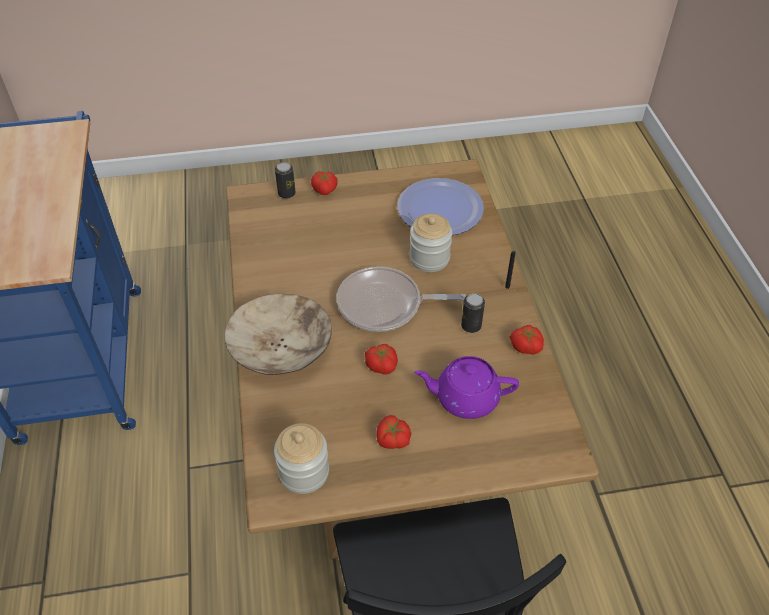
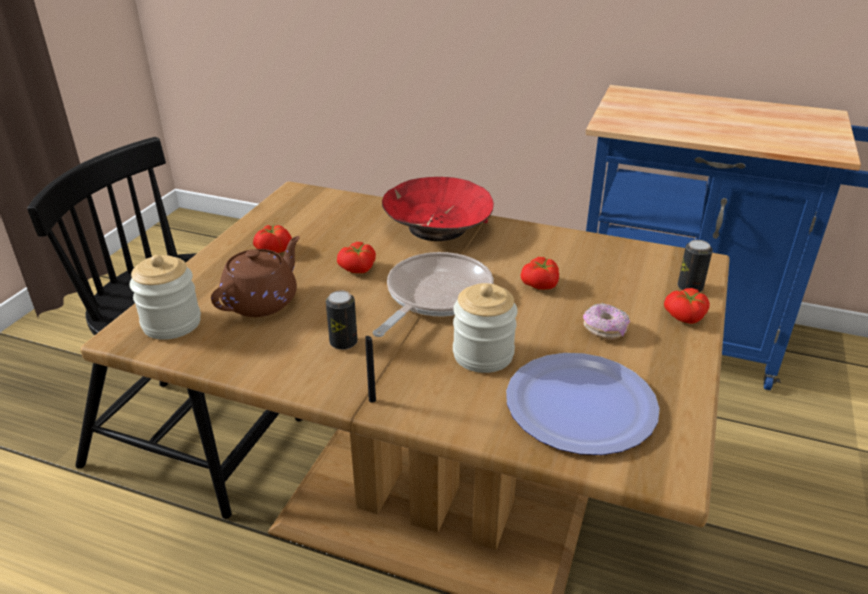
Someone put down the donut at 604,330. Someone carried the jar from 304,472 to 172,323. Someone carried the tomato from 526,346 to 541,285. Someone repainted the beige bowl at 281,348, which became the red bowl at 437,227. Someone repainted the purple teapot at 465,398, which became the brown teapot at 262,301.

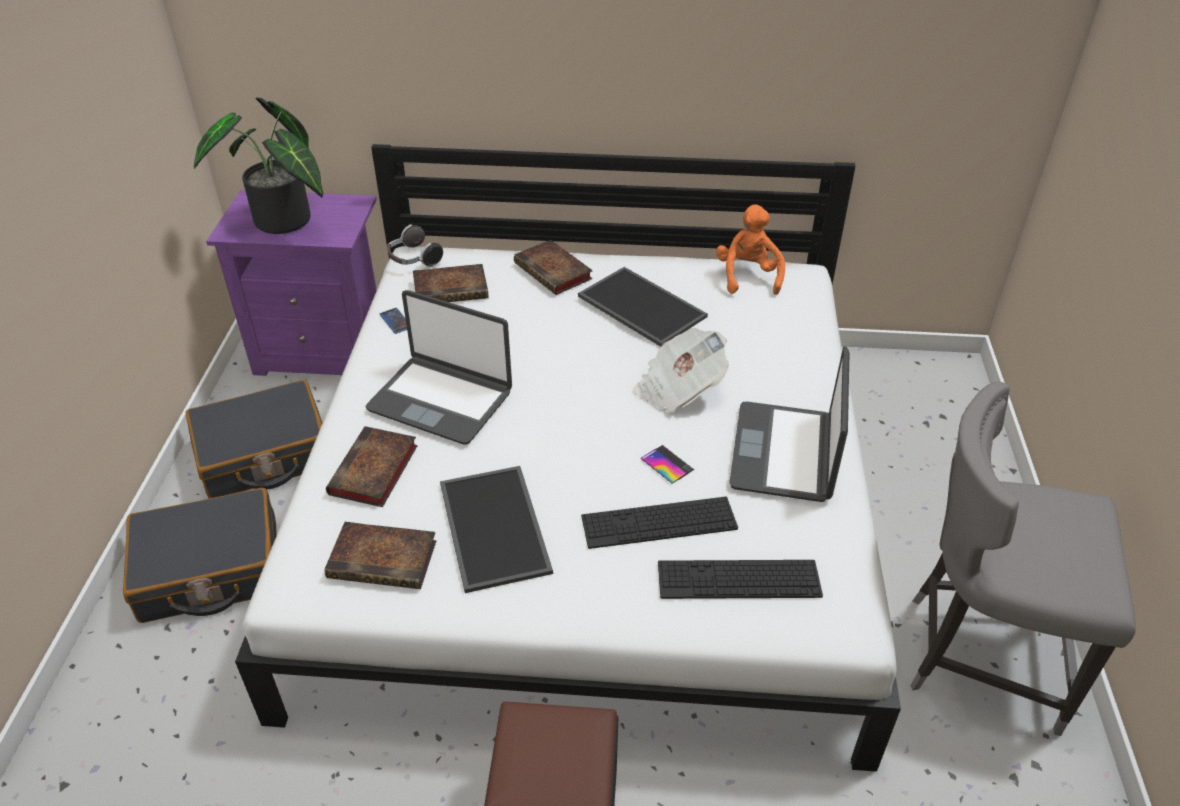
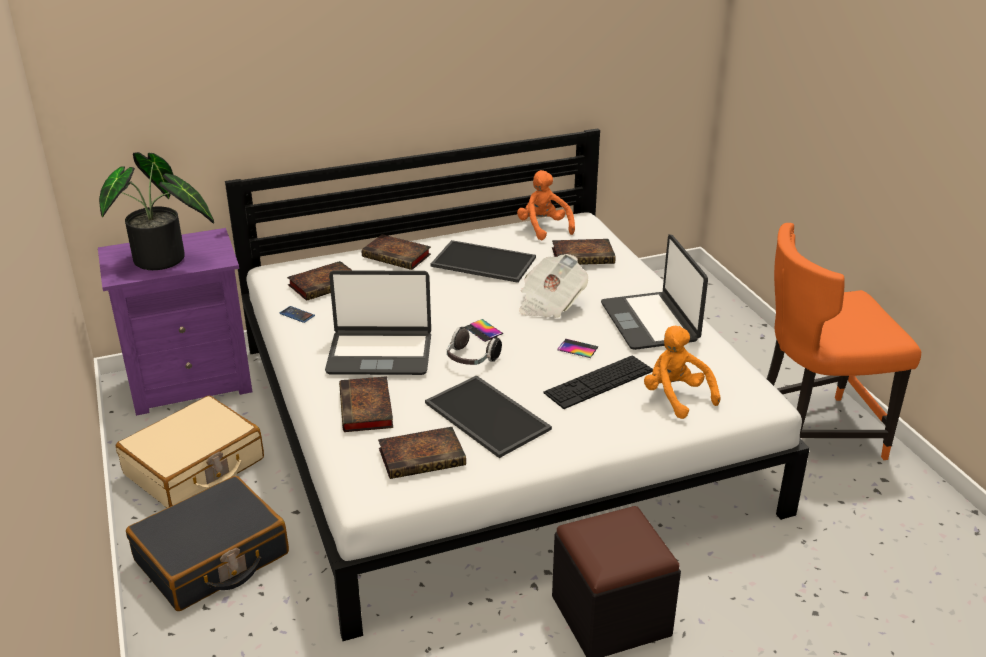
Someone put down the phone at 483,330. Someone put down the book at 584,256. Someone carried the headphones from 413,259 to 471,360. Someone swapped the keyboard at 738,579 for the orange plush toy at 676,397. Someone repainted the black suitcase at 264,455, which became the beige suitcase at 194,467. Someone repainted the grey chair at 979,655, which became the orange chair at 813,433.

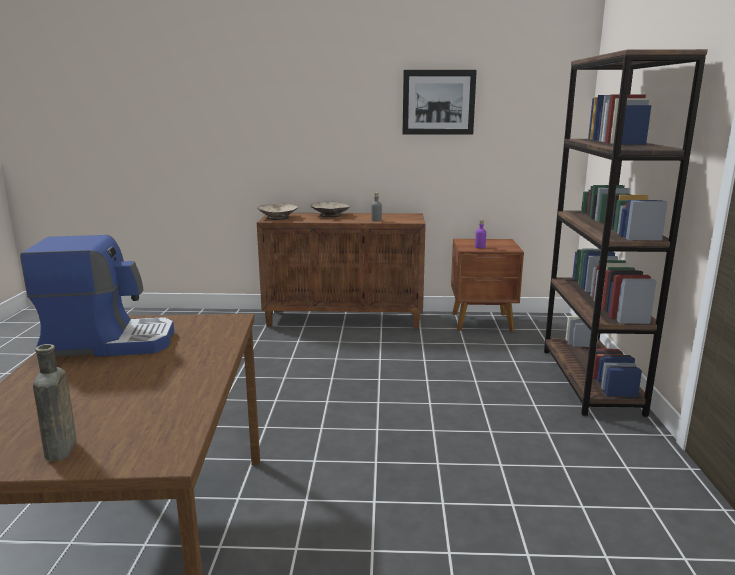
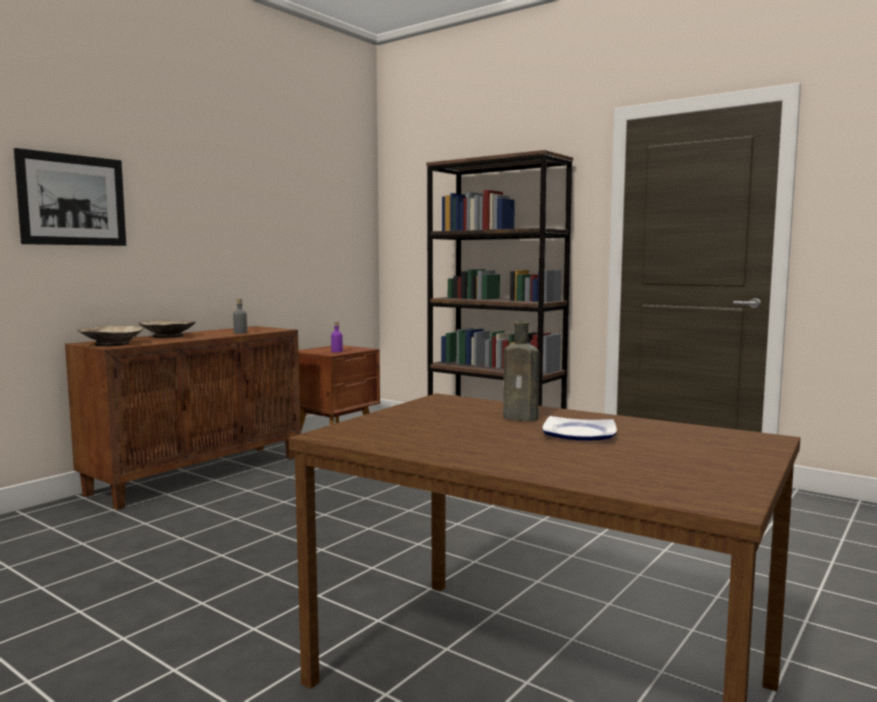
Someone took away the coffee machine at 110,342. Someone put down the plate at 580,434. Someone carried the brown bottle from 60,451 to 523,418. Someone carried the picture from 438,102 to 72,200.

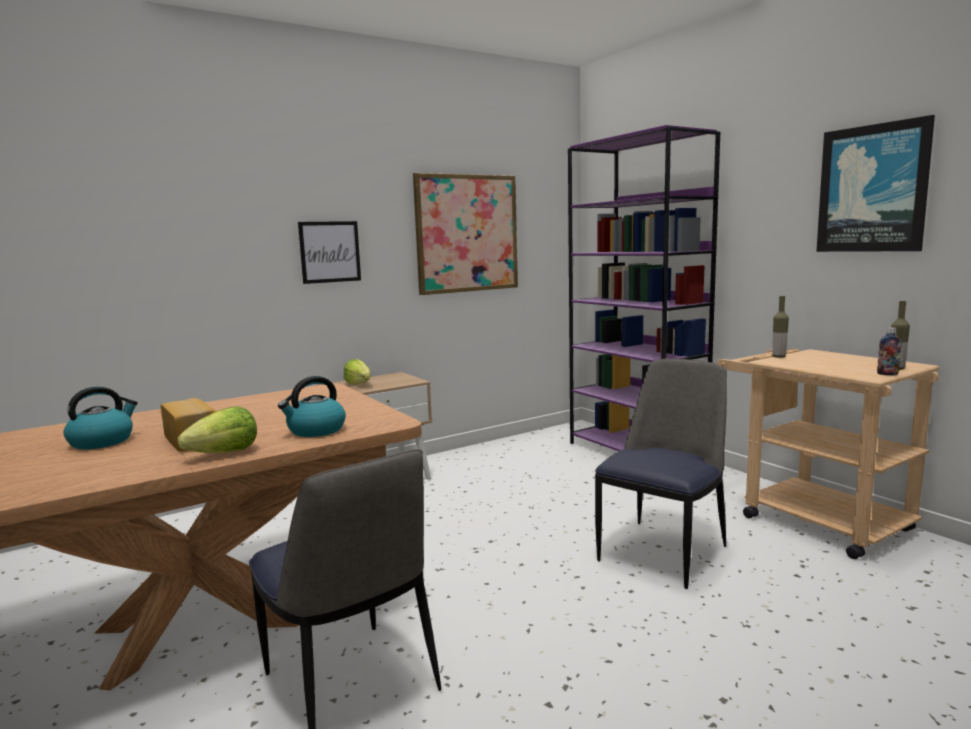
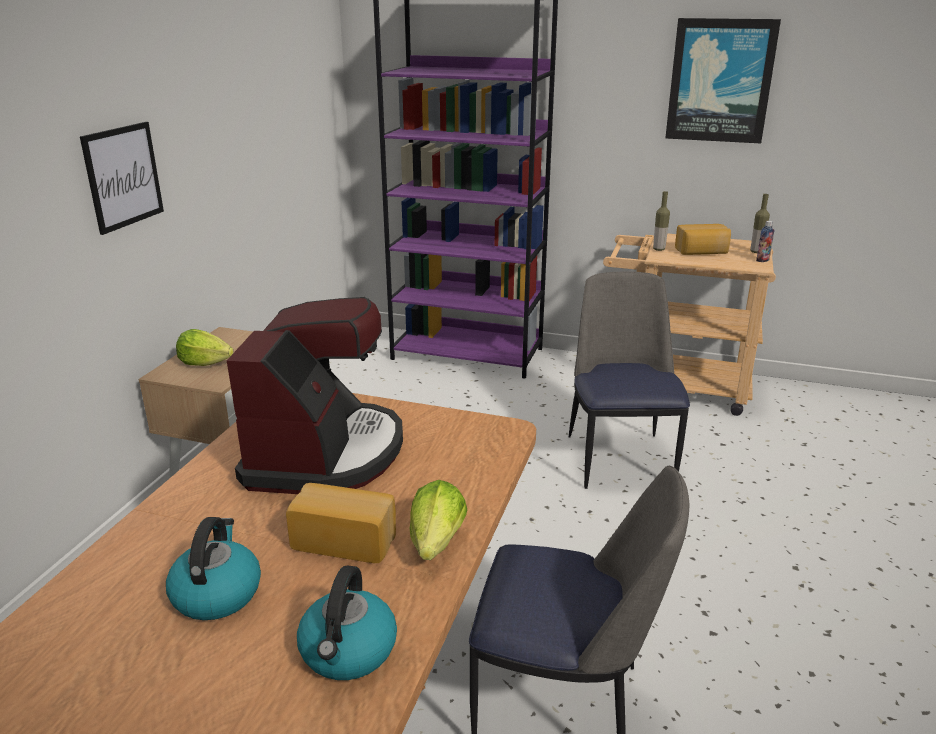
Someone took away the picture at 467,233. Someone put down the coffee machine at 325,453. Someone put down the bread at 702,252. Someone carried the kettle from 316,430 to 348,652.

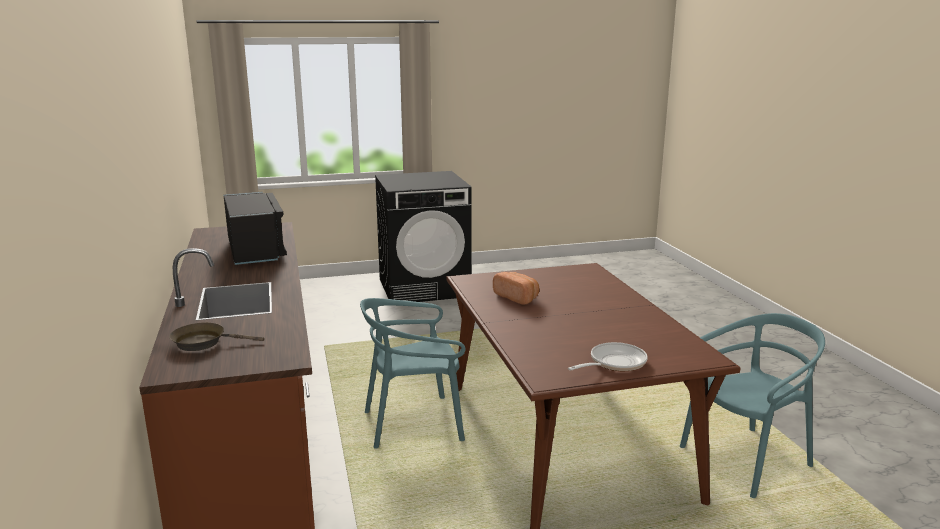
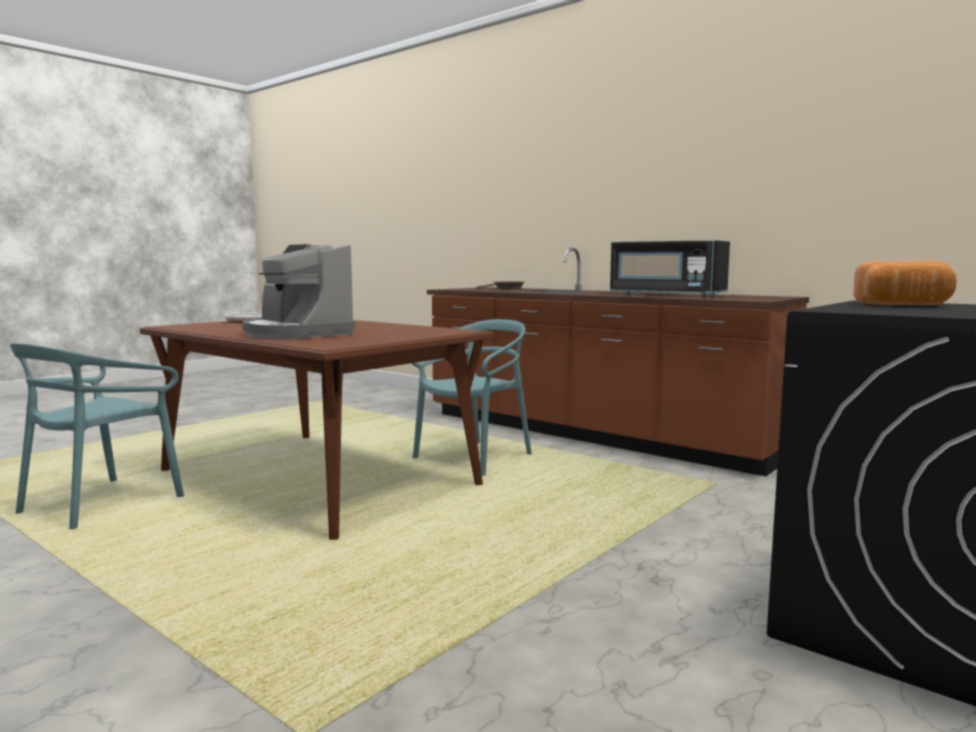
Someone put down the coffee machine at 296,334. Someone carried the bread from 517,297 to 904,305.

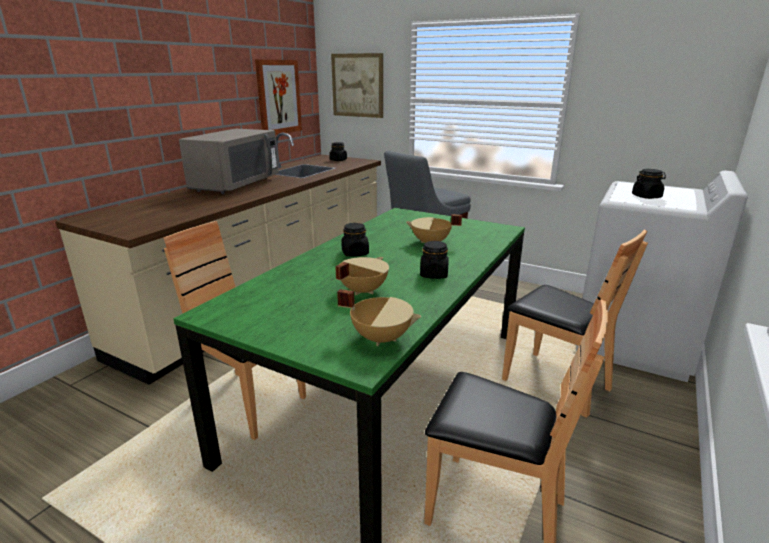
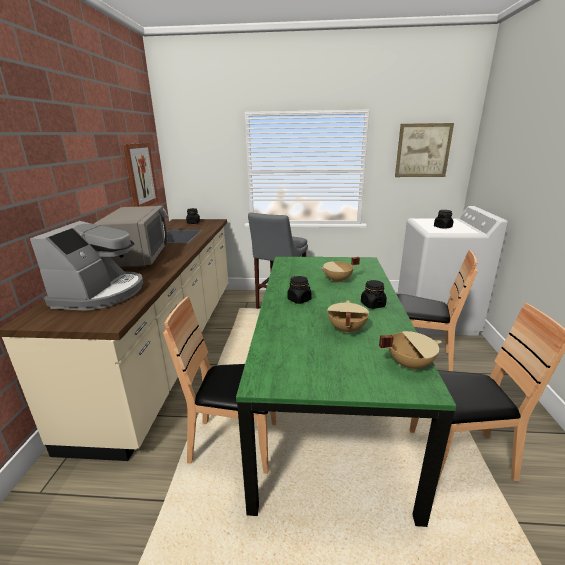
Someone put down the coffee machine at 101,293. Someone carried the picture from 357,85 to 423,150.

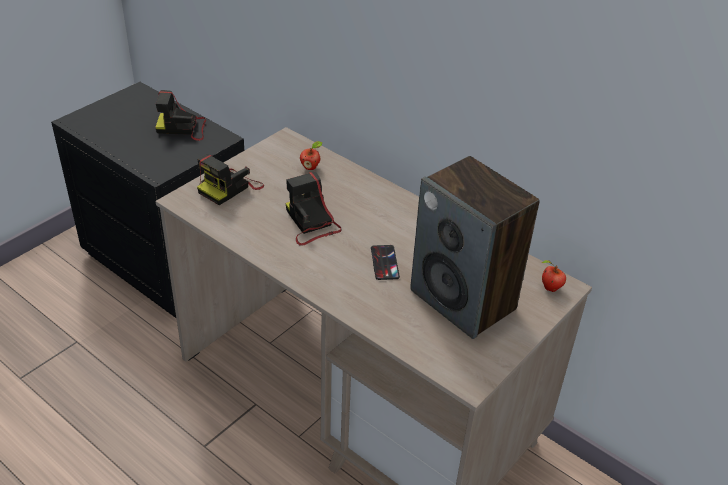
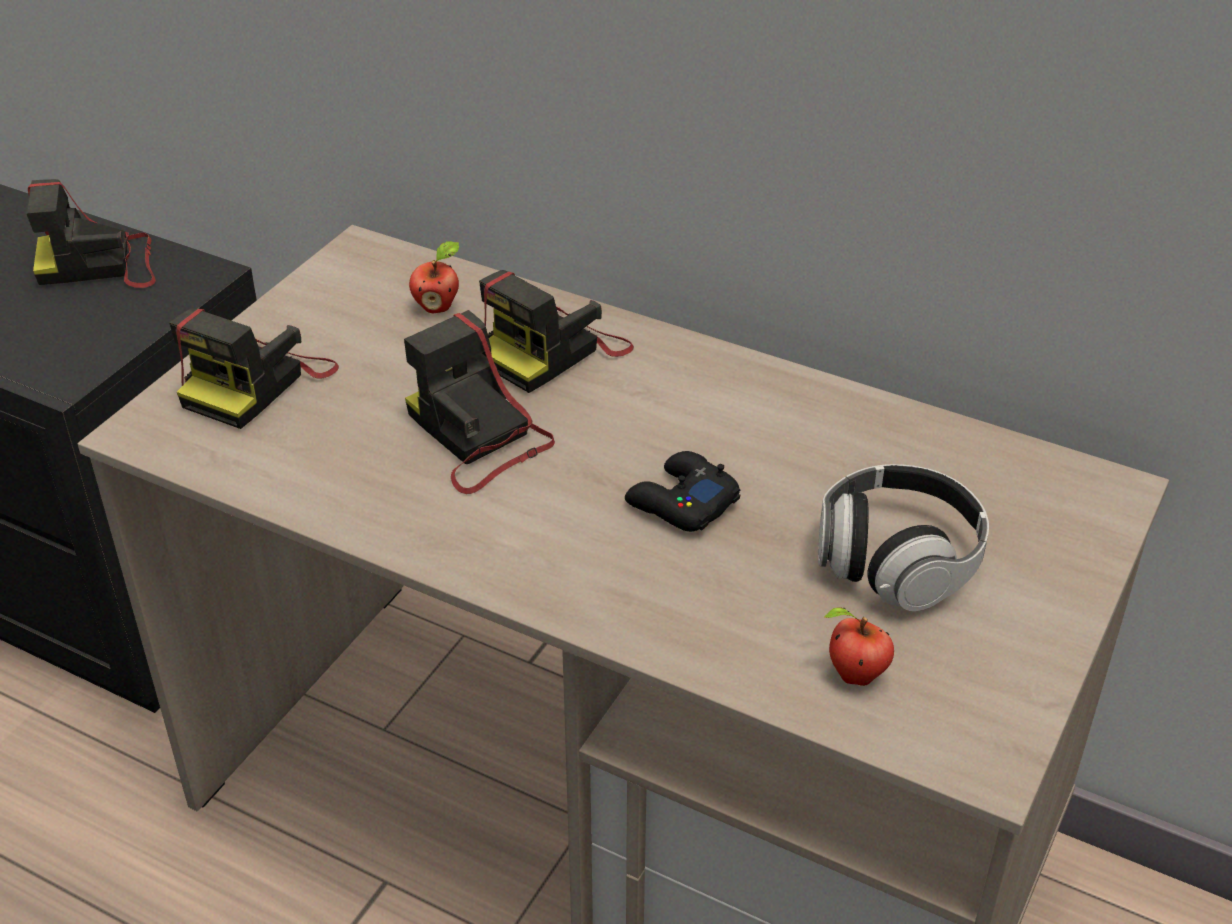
Someone put down the photo camera at 553,352. Someone carried the apple from 550,288 to 854,676. Someone swapped the phone at 384,262 for the black game controller at 681,502. Someone swapped the speaker at 464,300 for the headphones at 897,561.

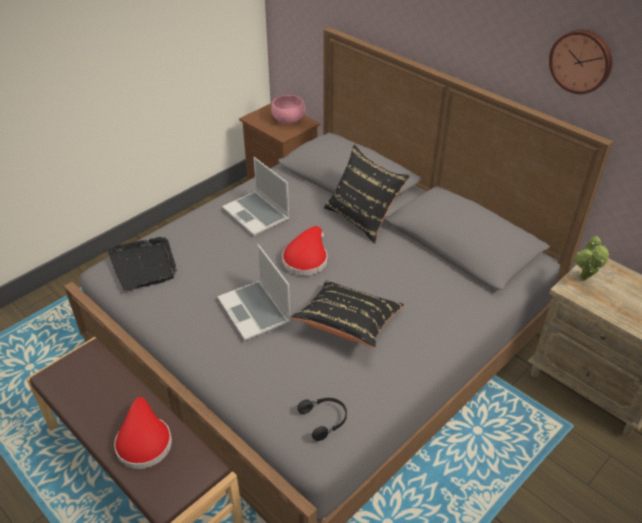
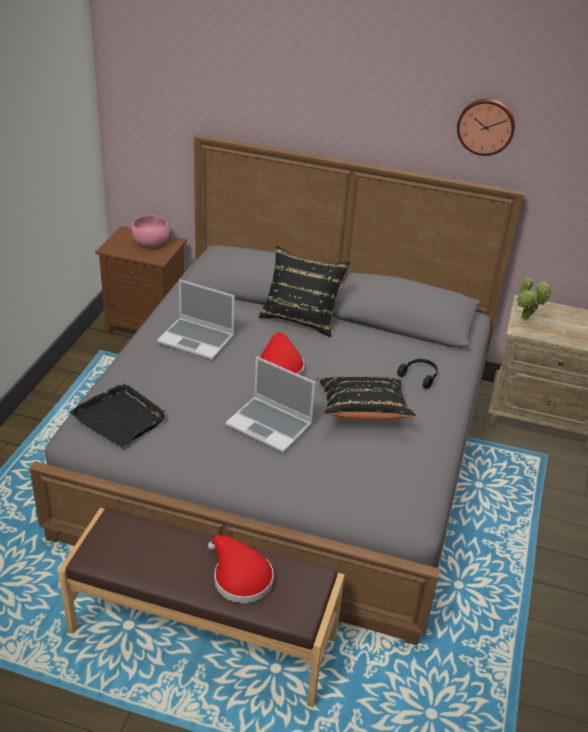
Someone carried the black headphones from 325,419 to 420,376.

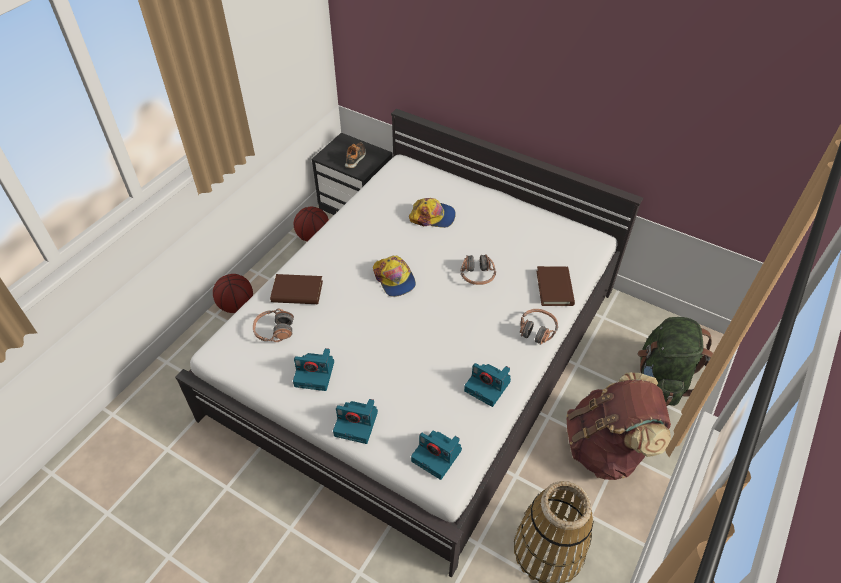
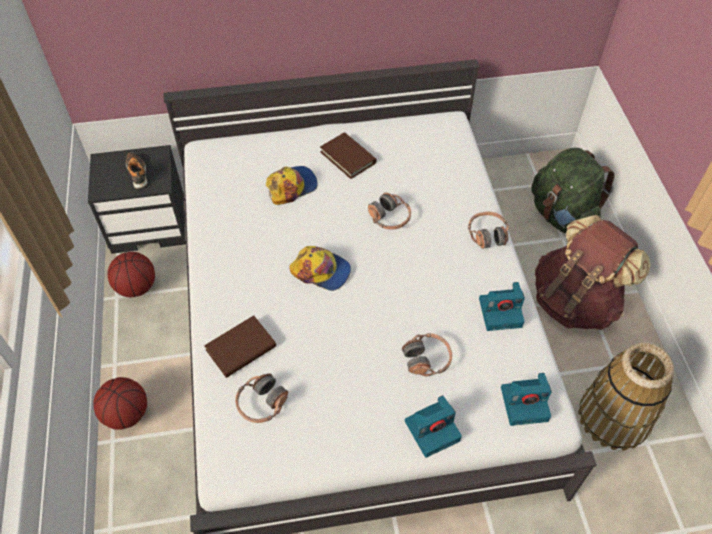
Someone took away the photo camera at 315,373. Someone put down the headphones at 427,359. Someone carried the brown book from 554,288 to 348,157.

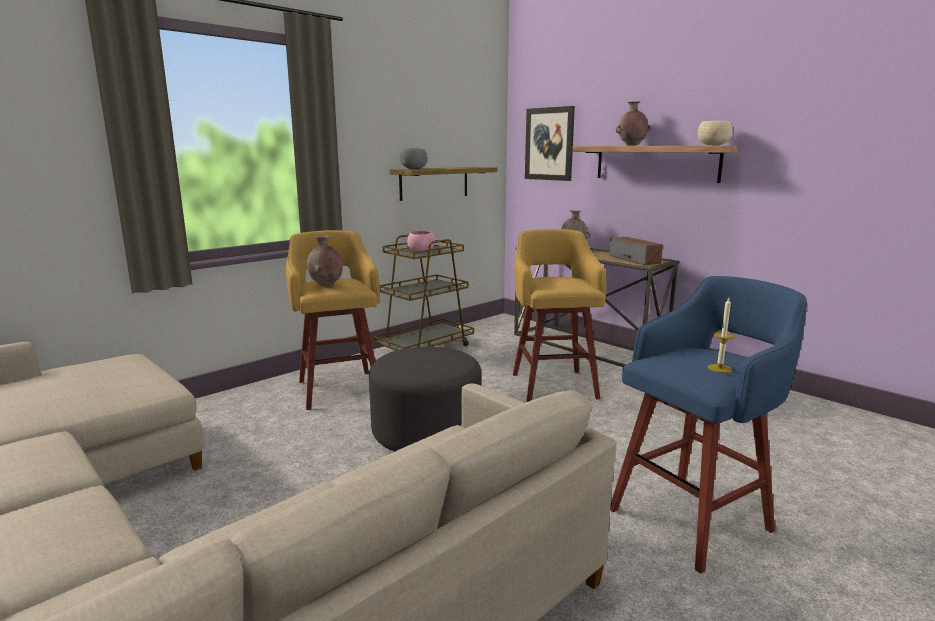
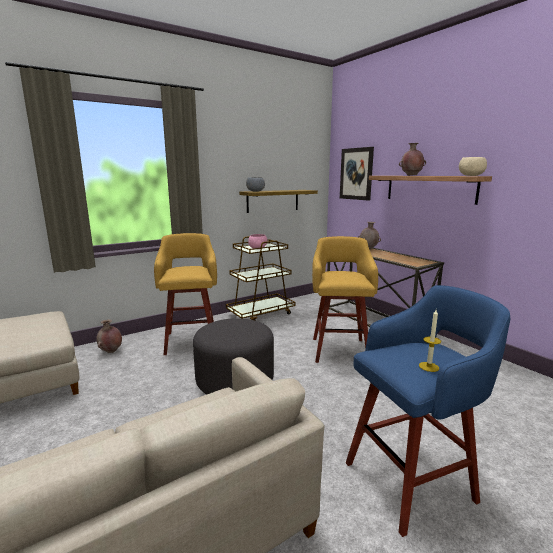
Someone took away the speaker at 634,259. Someone carried the brown vase from 326,285 to 111,351.

